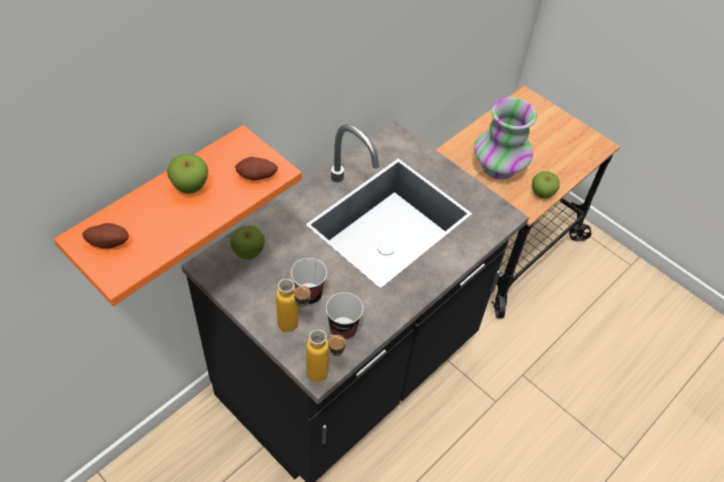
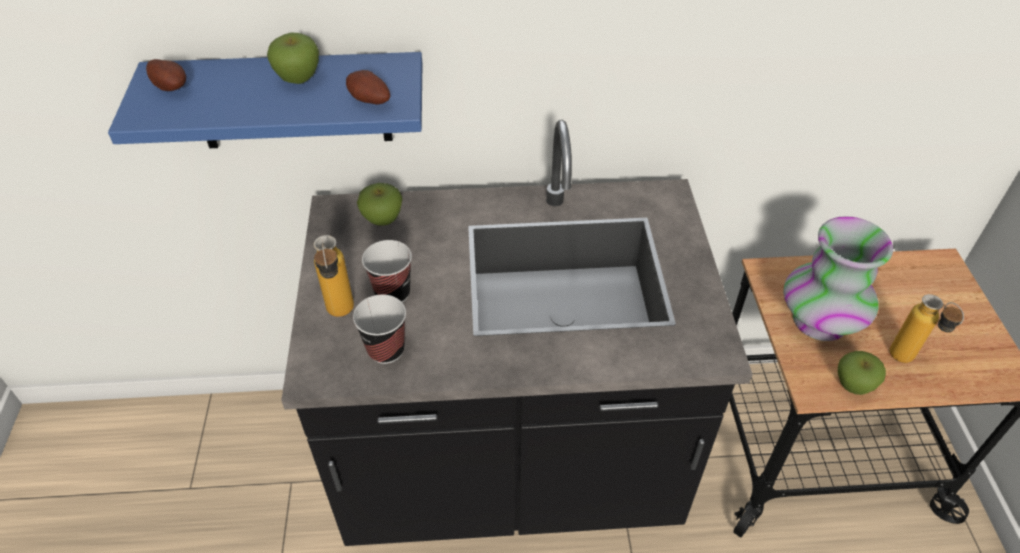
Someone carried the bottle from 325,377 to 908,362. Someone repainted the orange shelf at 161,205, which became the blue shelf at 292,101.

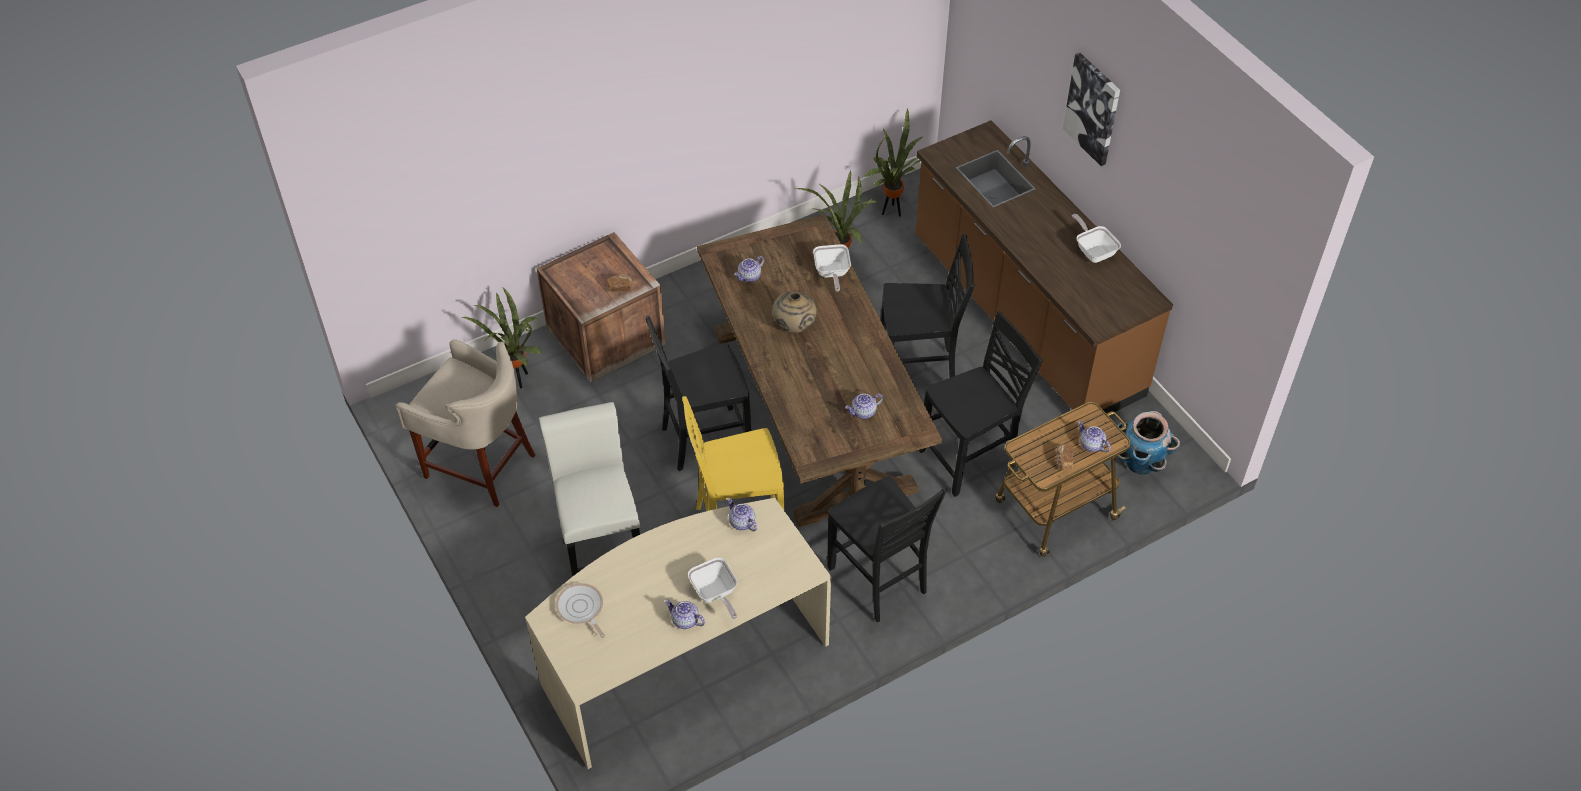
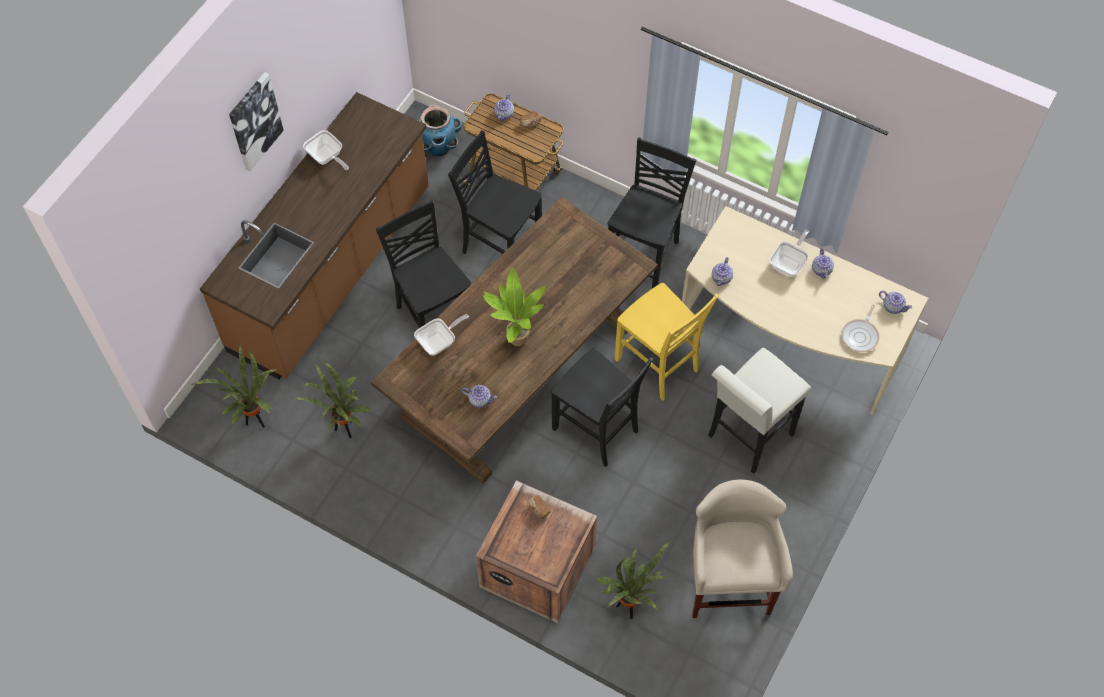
Someone carried the teapot from 863,412 to 893,306. Someone swapped the beige vase at 794,327 for the potted plant at 515,340. Someone rotated the frying pan at 1093,251 by 75 degrees counterclockwise.

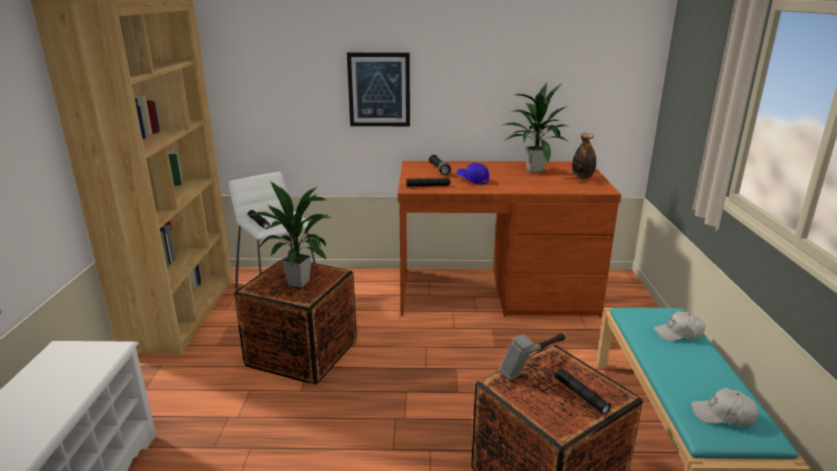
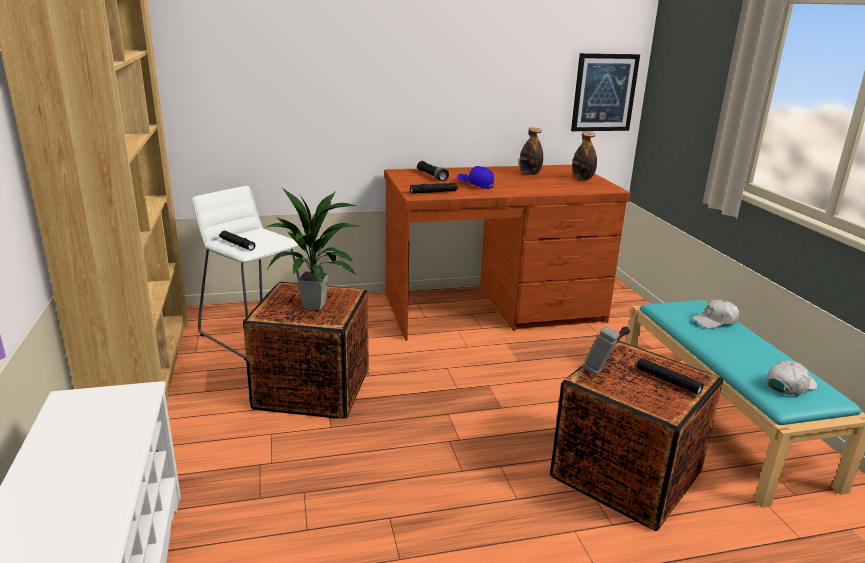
Someone carried the picture from 379,89 to 604,92. Someone swapped the potted plant at 533,170 for the bottle at 529,174. Someone rotated the white cap at 723,415 by 150 degrees clockwise.

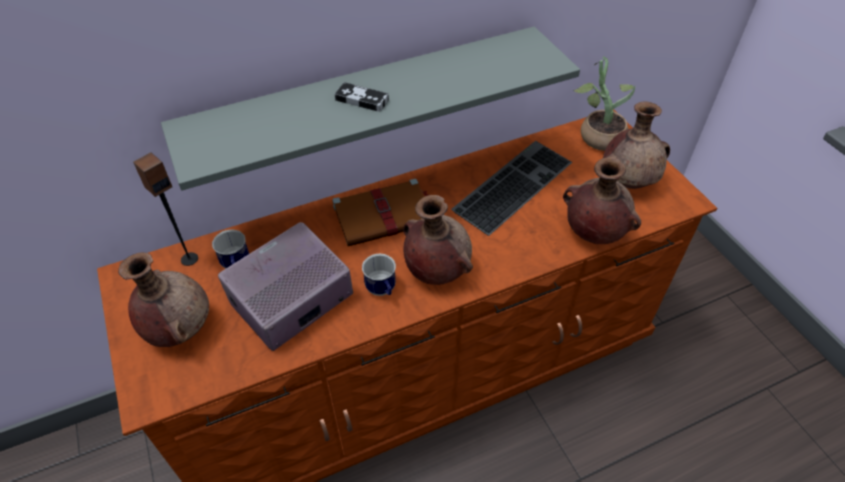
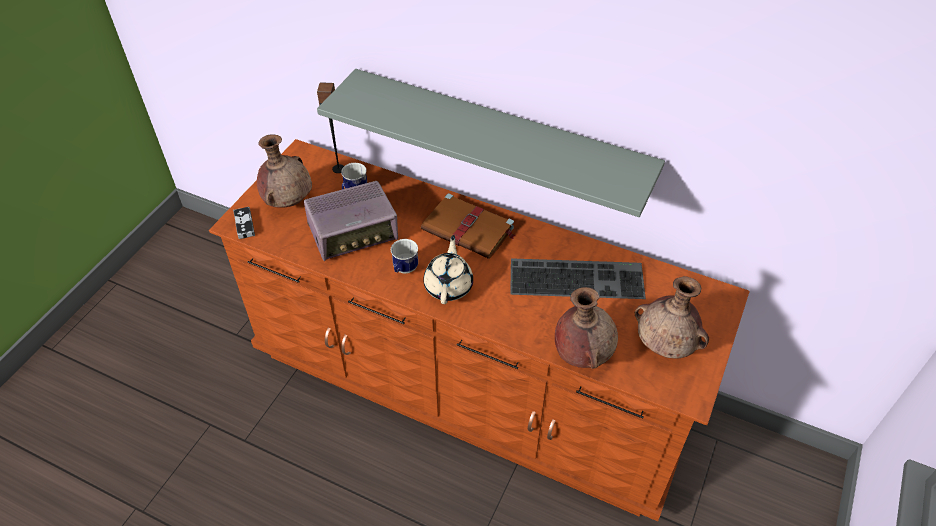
Someone took away the potted plant at 597,135. Someone carried the game controller from 362,100 to 244,224. Someone swapped the brown vase at 435,270 for the beige teapot at 449,285. Someone rotated the radio at 290,300 by 150 degrees clockwise.

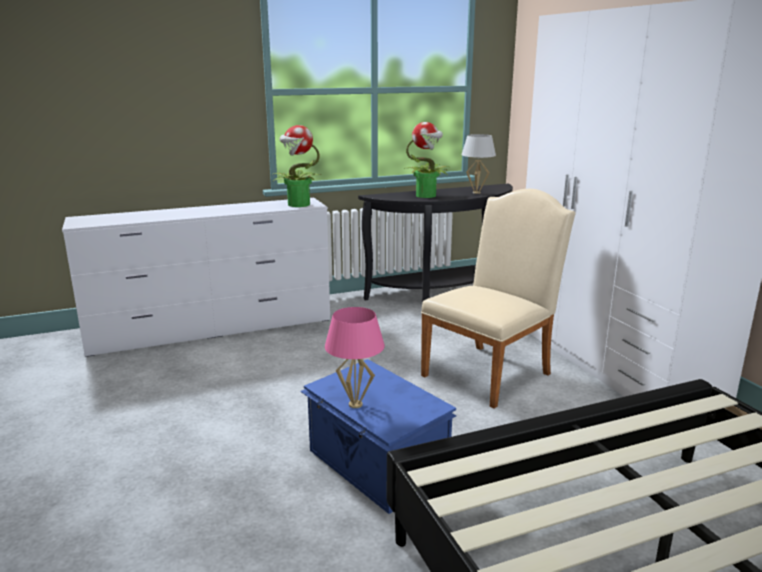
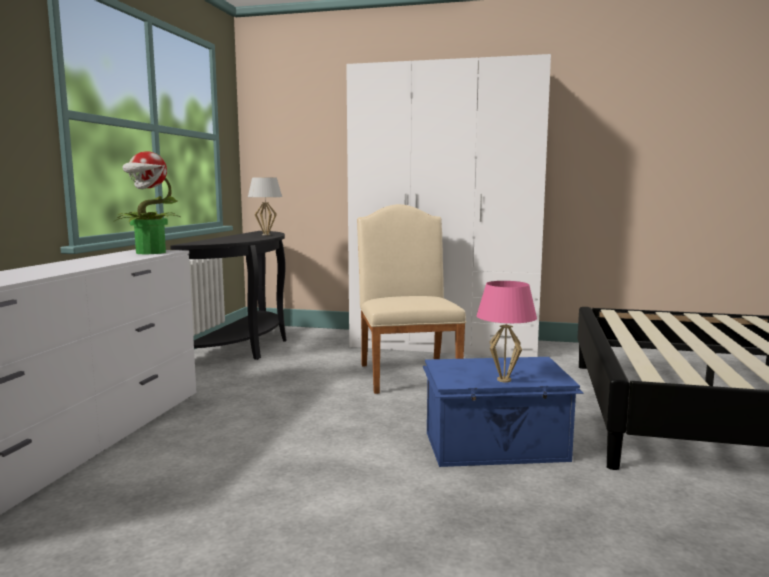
Someone took away the potted plant at 426,195.

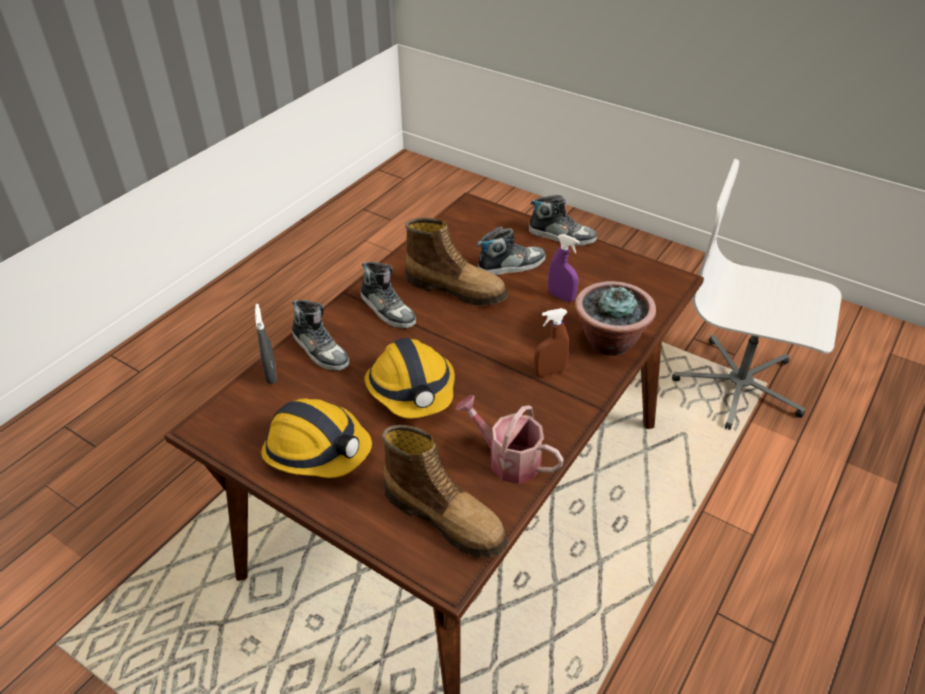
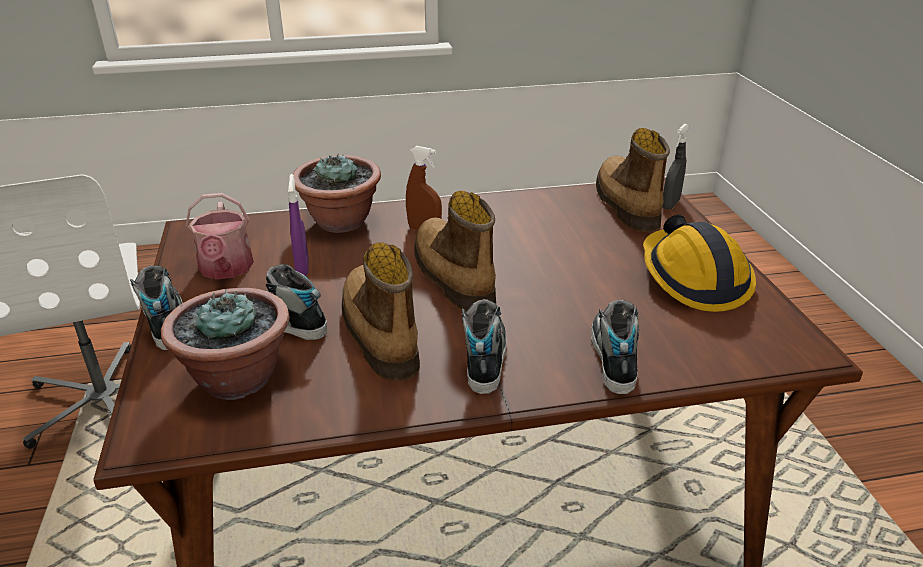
Someone took away the hard hat at 412,389. Someone put down the potted plant at 237,378. Someone put down the boot at 451,276. Someone carried the grey spray bottle from 271,374 to 670,204. Someone carried the watering can from 508,459 to 225,269.

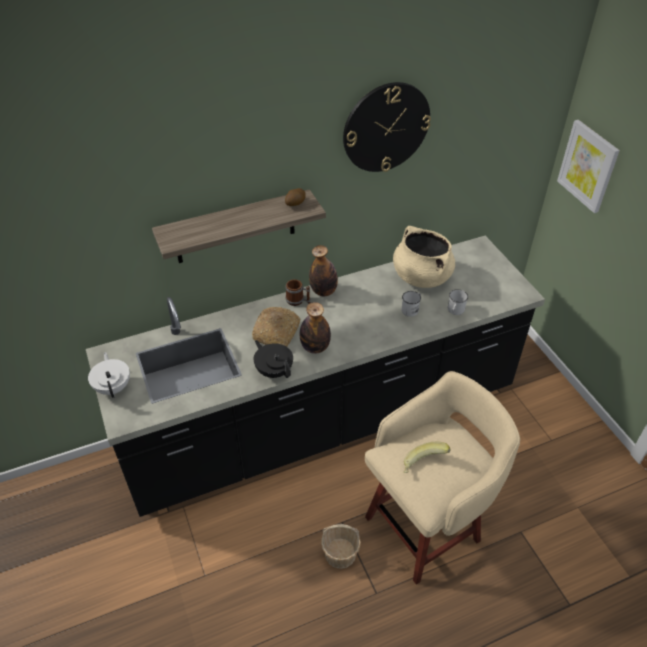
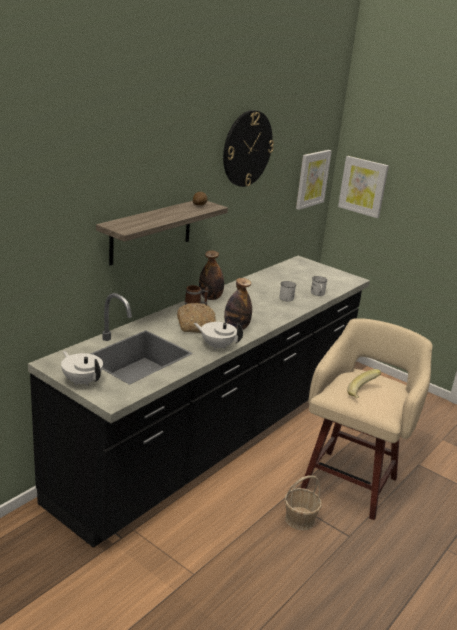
Someone took away the beige cooking pot at 421,276. Someone put up the picture at 312,179. Someone repainted the black teapot at 274,370, which became the white teapot at 217,346.

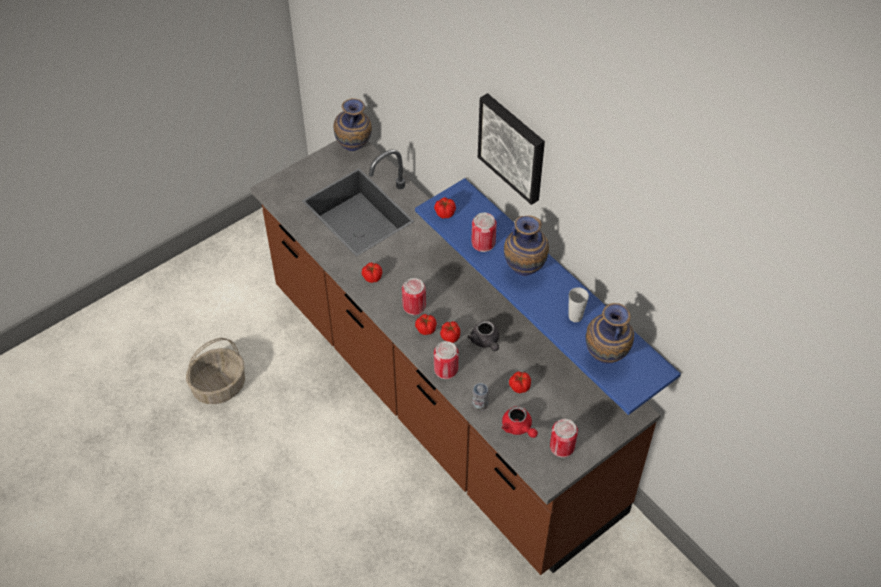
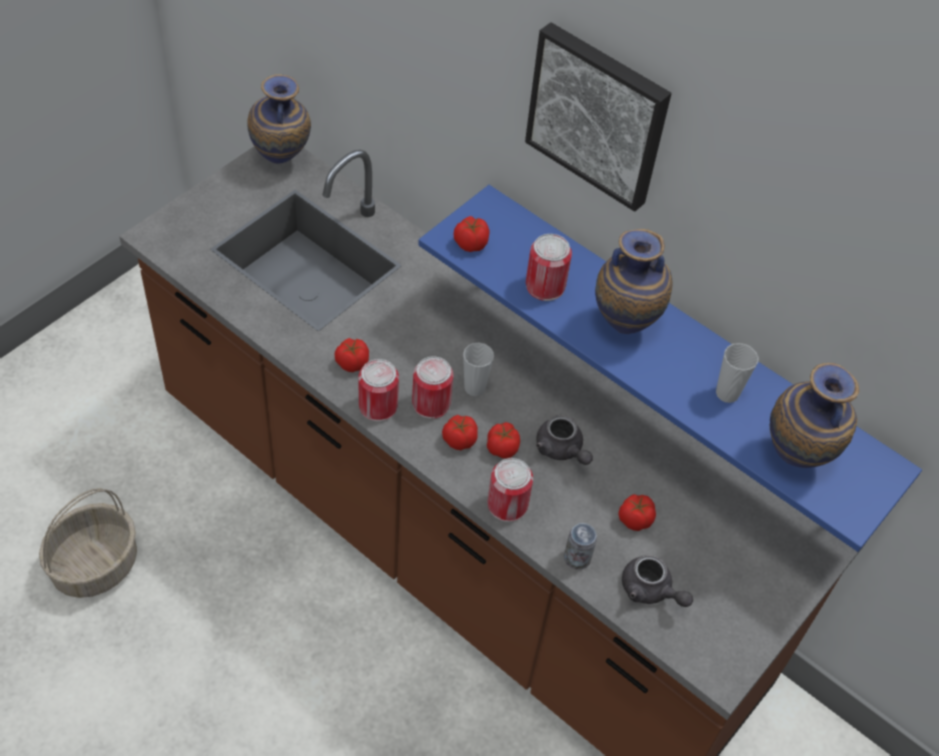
Someone put down the cup at 475,388. Someone carried the can from 562,446 to 378,406. Someone repainted the red teapot at 518,428, which became the grey teapot at 650,591.

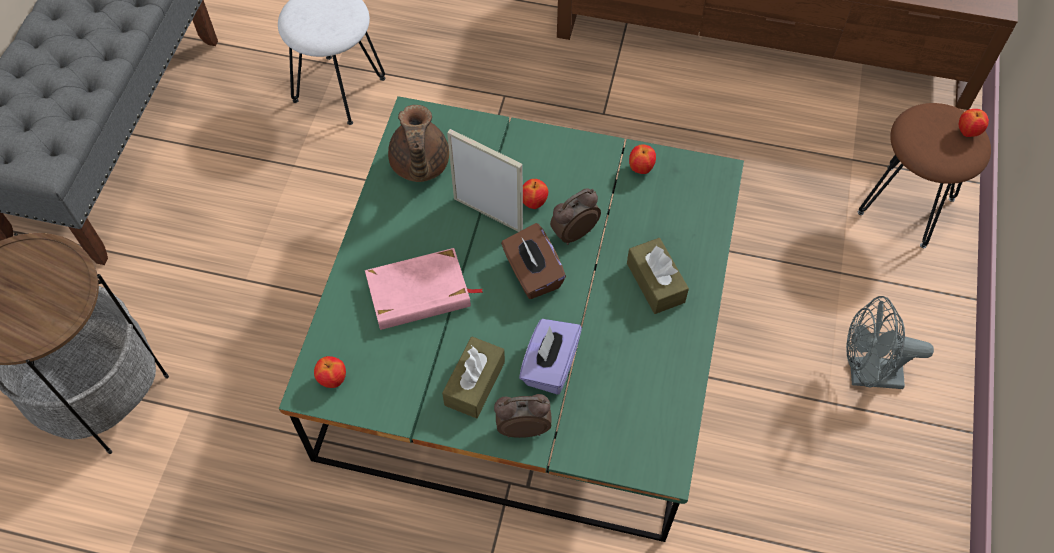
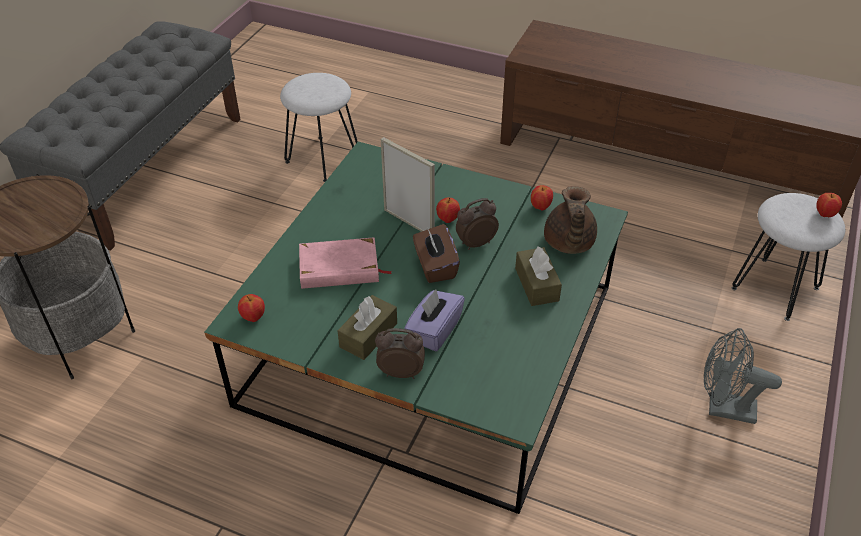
Someone carried the brown teapot from 419,166 to 568,243. Someone repainted the brown stool at 907,206, which became the white stool at 776,288.

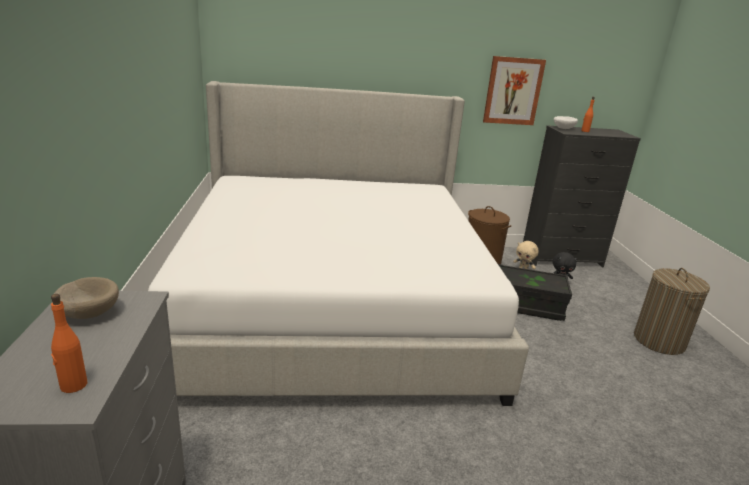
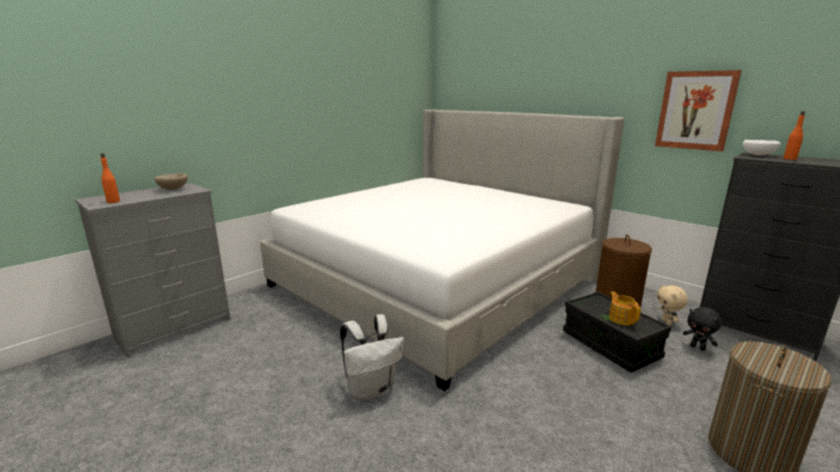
Someone put down the white backpack at 371,389. Someone put down the teapot at 622,318.

